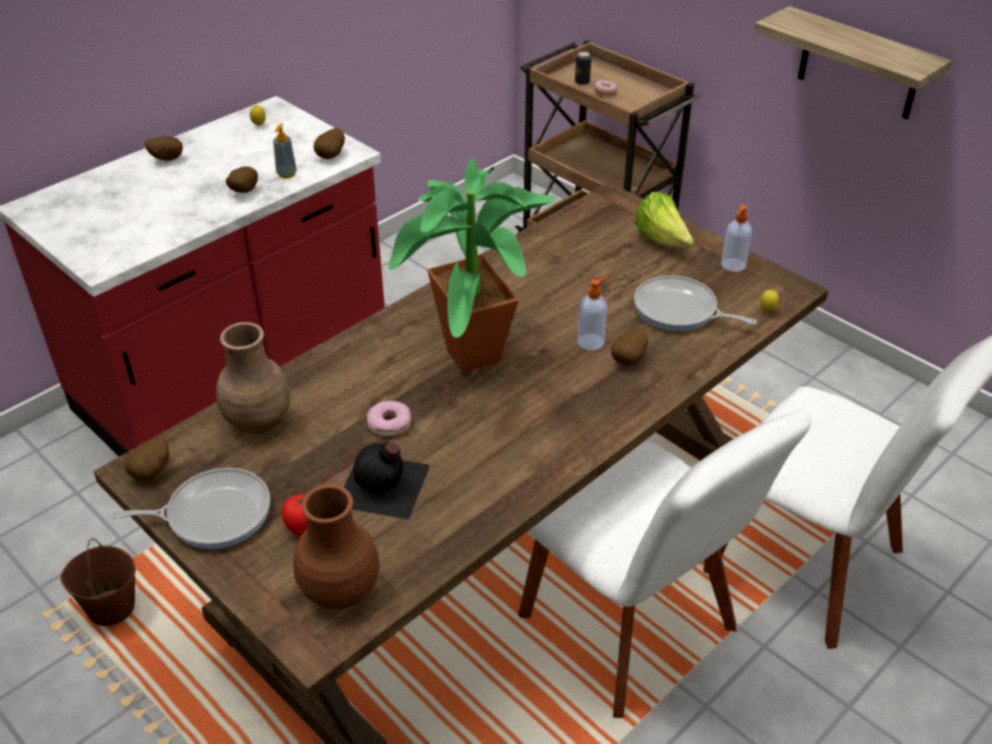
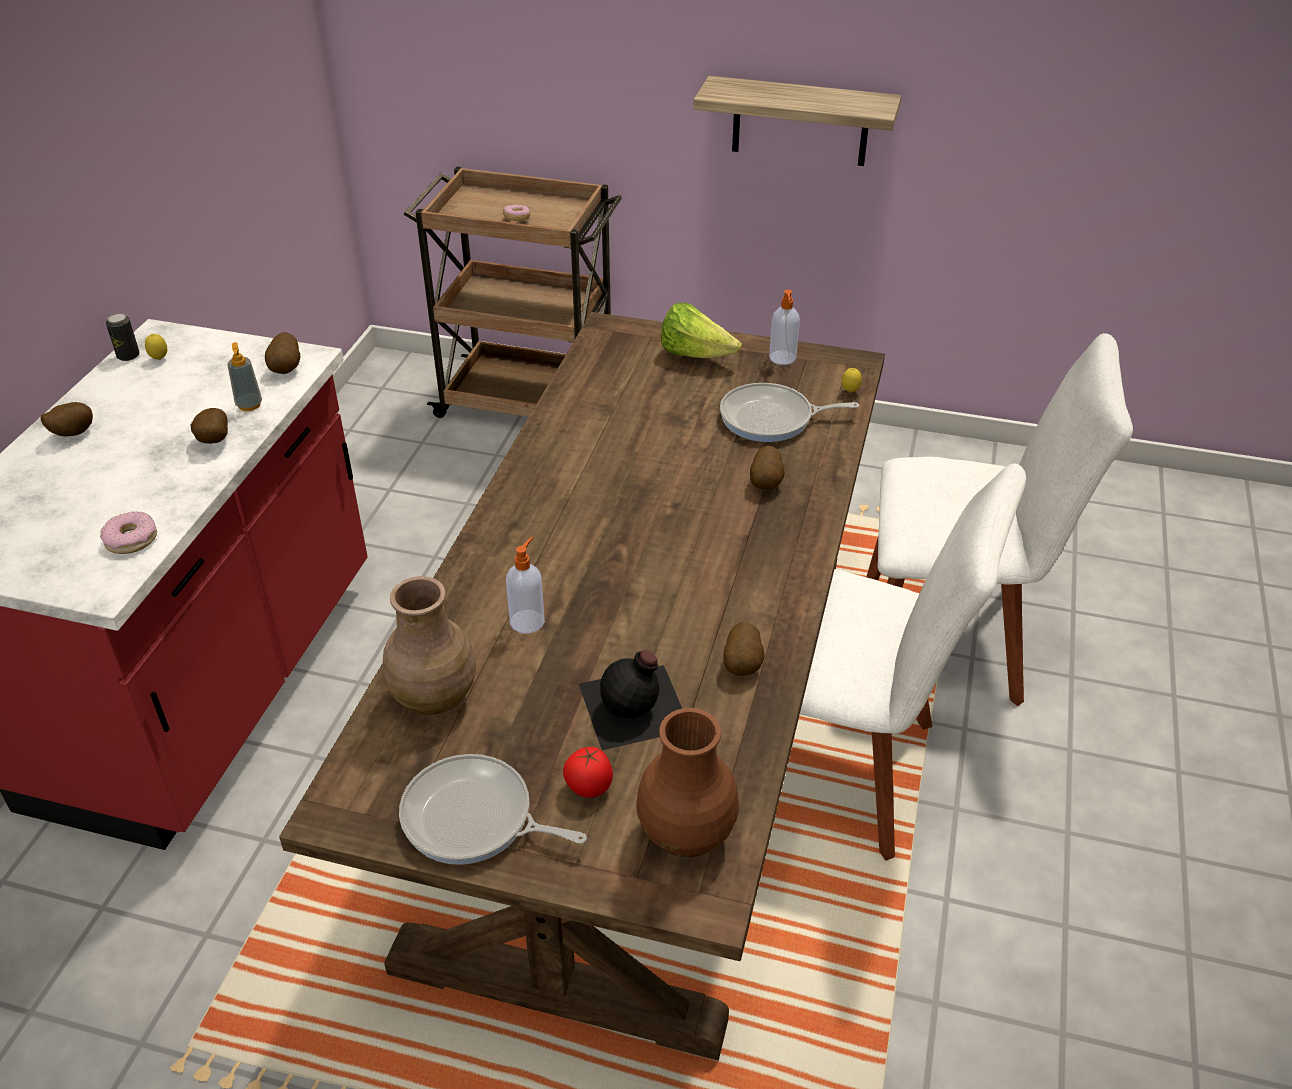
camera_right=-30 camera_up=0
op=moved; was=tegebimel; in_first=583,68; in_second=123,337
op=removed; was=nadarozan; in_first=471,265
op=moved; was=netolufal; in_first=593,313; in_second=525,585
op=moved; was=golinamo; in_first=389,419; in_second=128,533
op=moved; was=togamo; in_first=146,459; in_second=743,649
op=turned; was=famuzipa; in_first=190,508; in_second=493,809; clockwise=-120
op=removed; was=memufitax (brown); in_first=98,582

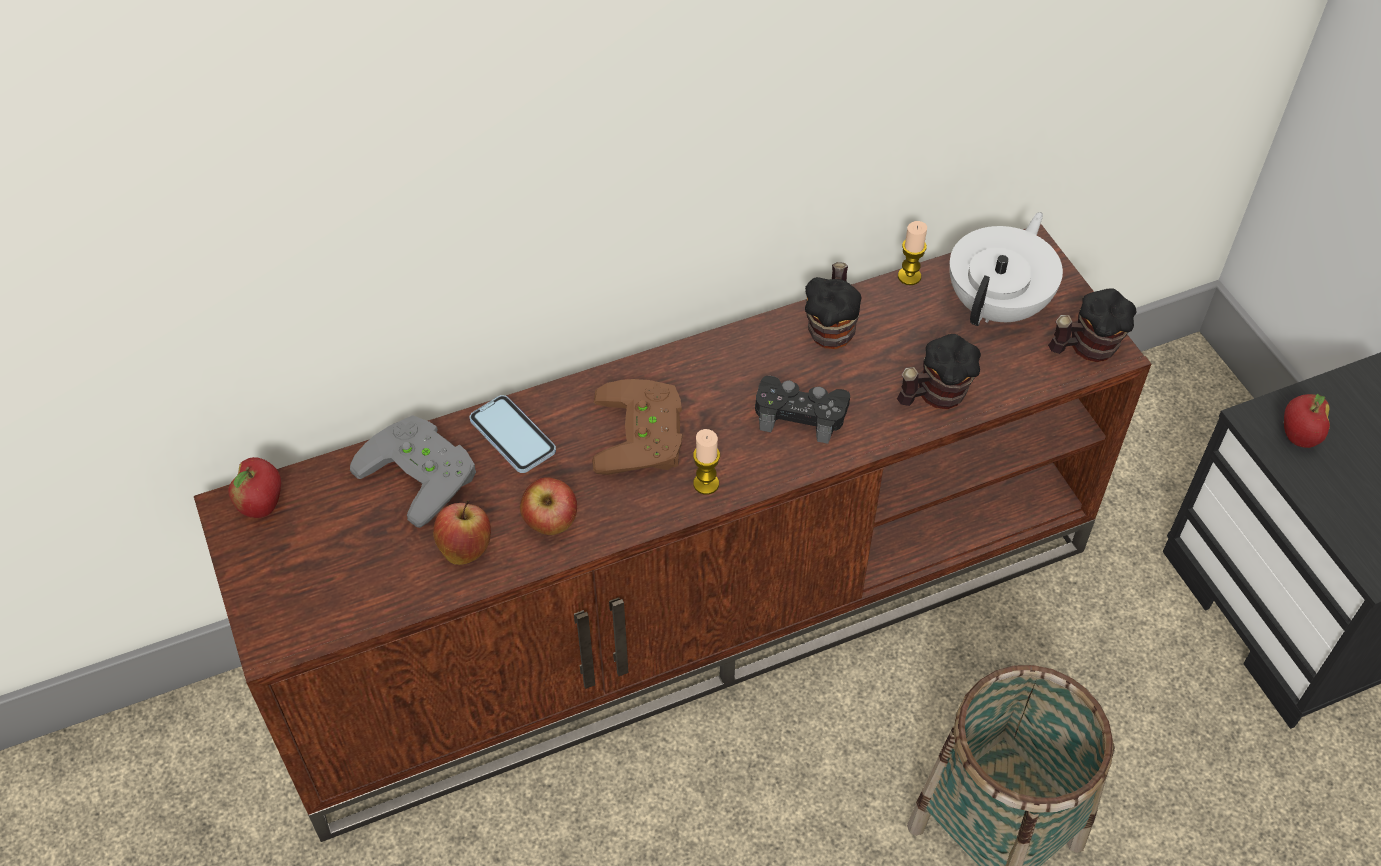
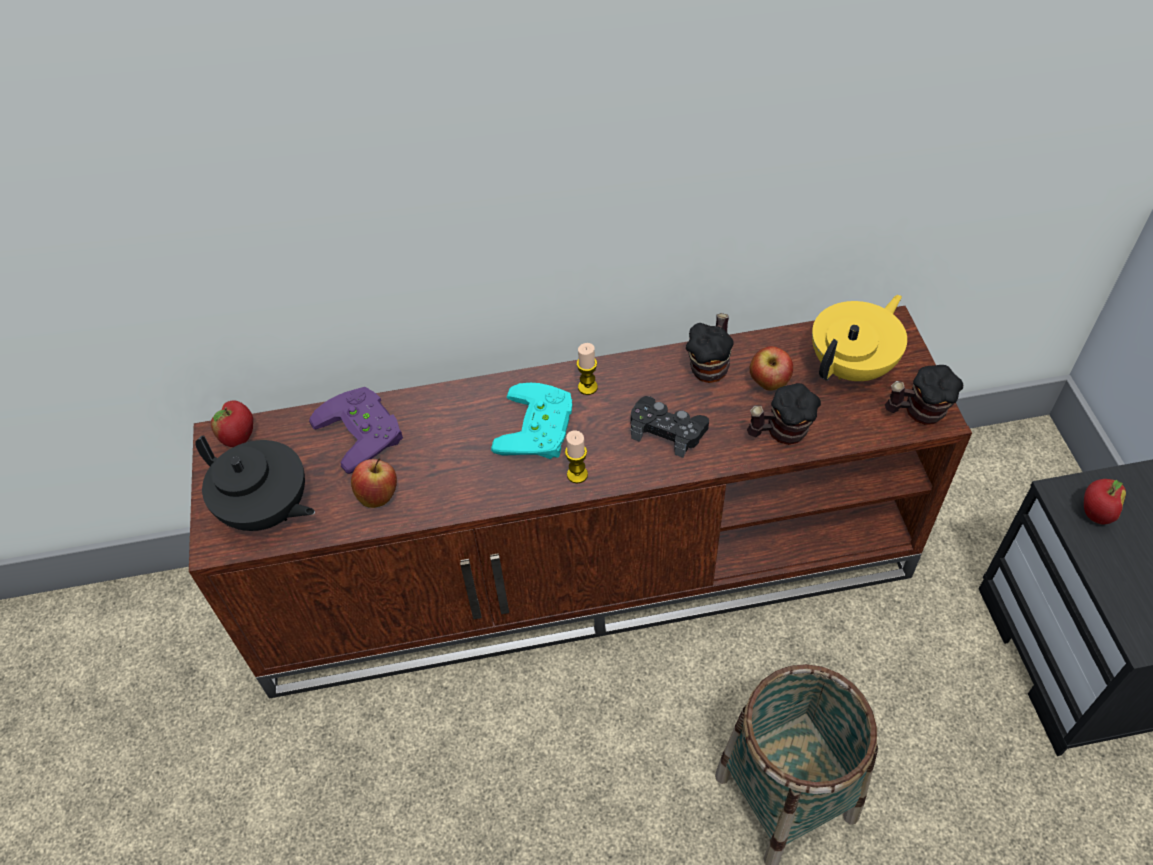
camera_right=15 camera_up=0
op=recoloured; was=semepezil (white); now=semepezil (yellow); in_first=1006,269; in_second=859,338
op=moved; was=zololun; in_first=912,253; in_second=587,369
op=recoloured; was=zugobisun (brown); now=zugobisun (turquoise); in_first=637,427; in_second=532,421
op=removed; was=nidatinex; in_first=512,434
op=recoloured; was=zugobisun (grey); now=zugobisun (purple); in_first=413,471; in_second=356,430
op=moved; was=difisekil; in_first=548,506; in_second=771,368
op=added; now=semepezil (black); in_second=255,483

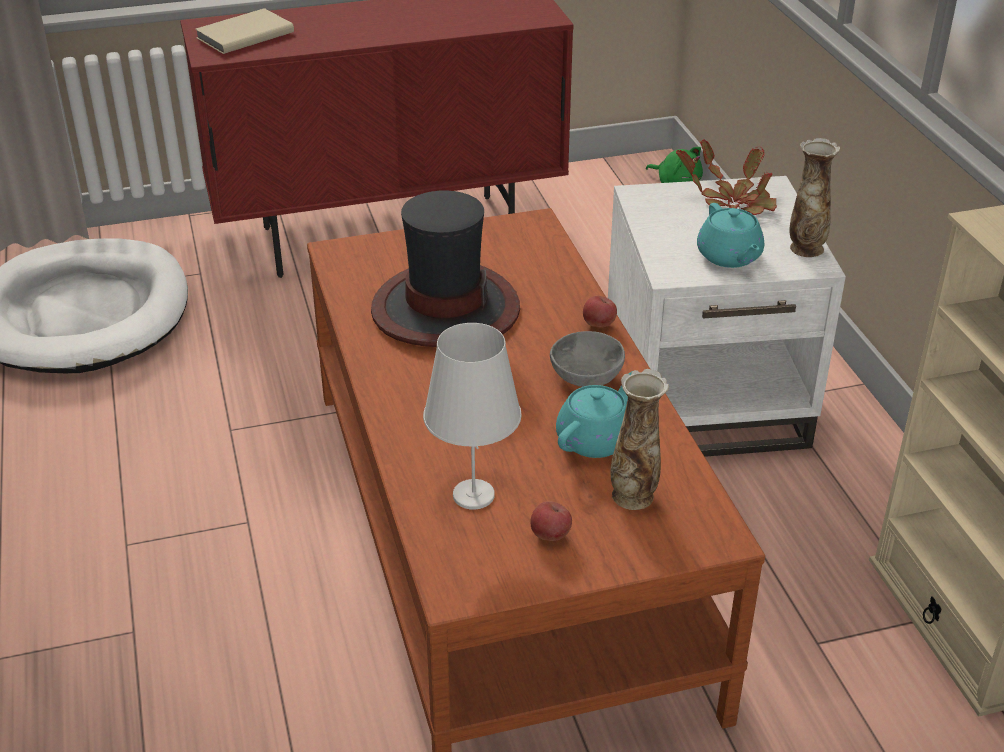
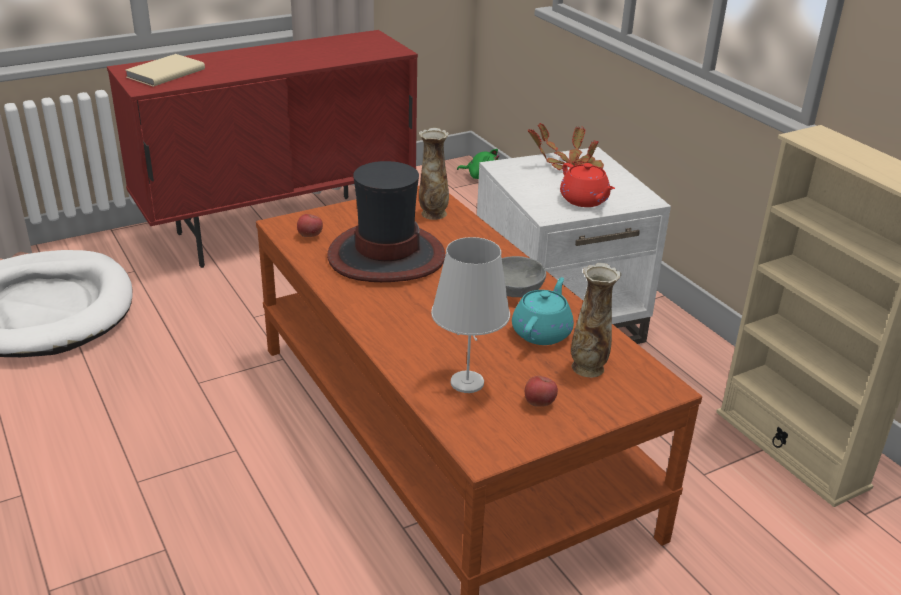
camera_right=-15 camera_up=-5
op=moved; was=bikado; in_first=815,197; in_second=434,174
op=recoloured; was=semepezil (turquoise); now=semepezil (red); in_first=730,235; in_second=587,185
op=moved; was=difisekil; in_first=600,311; in_second=310,225

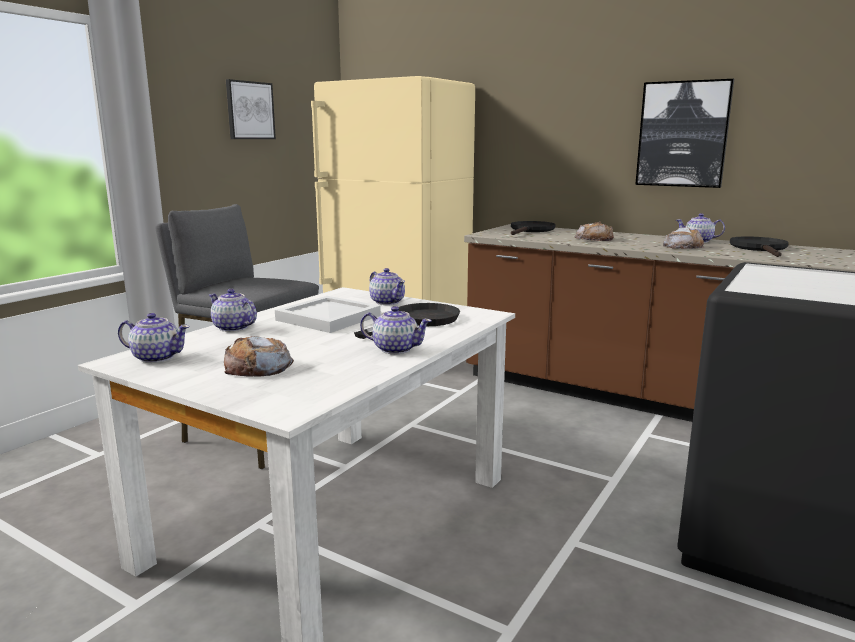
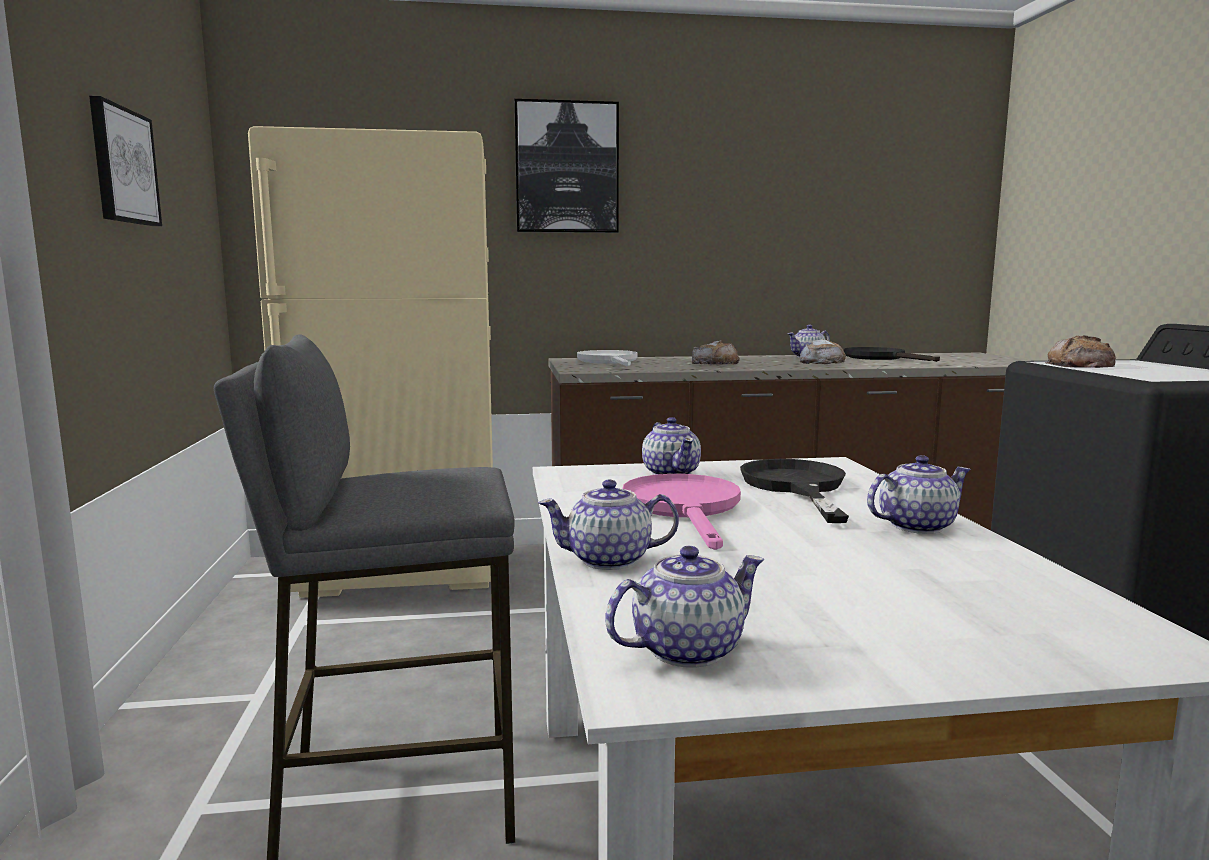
camera_right=-40 camera_up=-5
op=moved; was=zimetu; in_first=684,133; in_second=566,166
op=recoloured; was=famuzipa (black); now=famuzipa (white); in_first=533,228; in_second=607,358
op=turned; was=semepezil; in_first=387,286; in_second=671,446; clockwise=60
op=replaced; was=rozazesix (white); now=famuzipa (pink); in_first=328,314; in_second=682,512
op=moved; was=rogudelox; in_first=259,356; in_second=1080,351

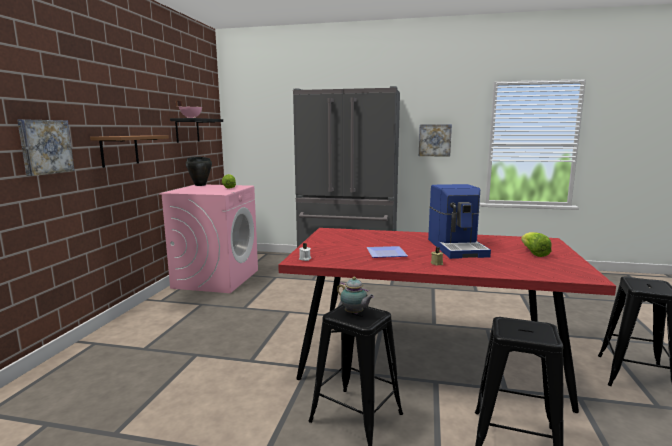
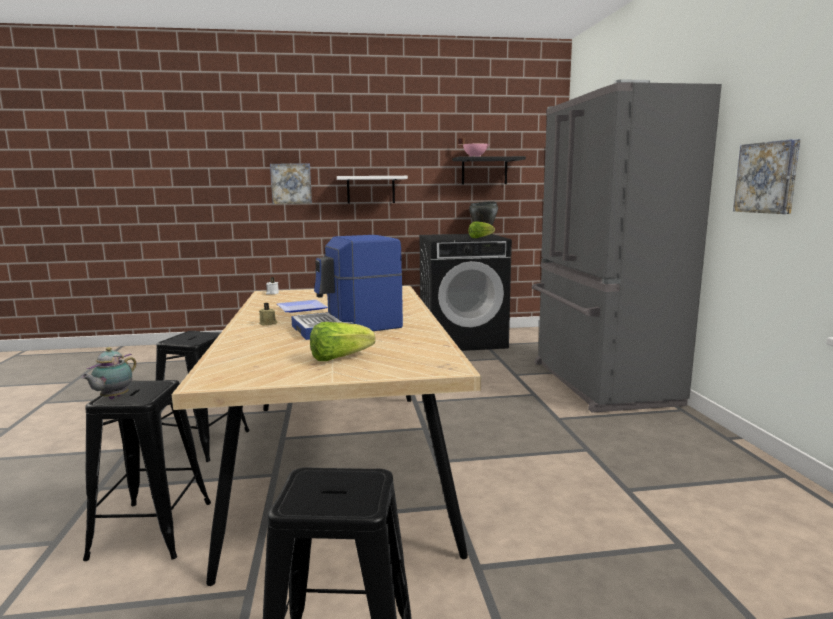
camera_right=70 camera_up=0
op=recoloured; was=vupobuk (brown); now=vupobuk (white); in_first=129,152; in_second=372,190
op=recoloured; was=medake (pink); now=medake (black); in_first=208,239; in_second=465,292
op=recoloured; was=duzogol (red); now=duzogol (beige); in_first=447,320; in_second=326,436
op=moved; was=semepezil; in_first=355,295; in_second=108,373

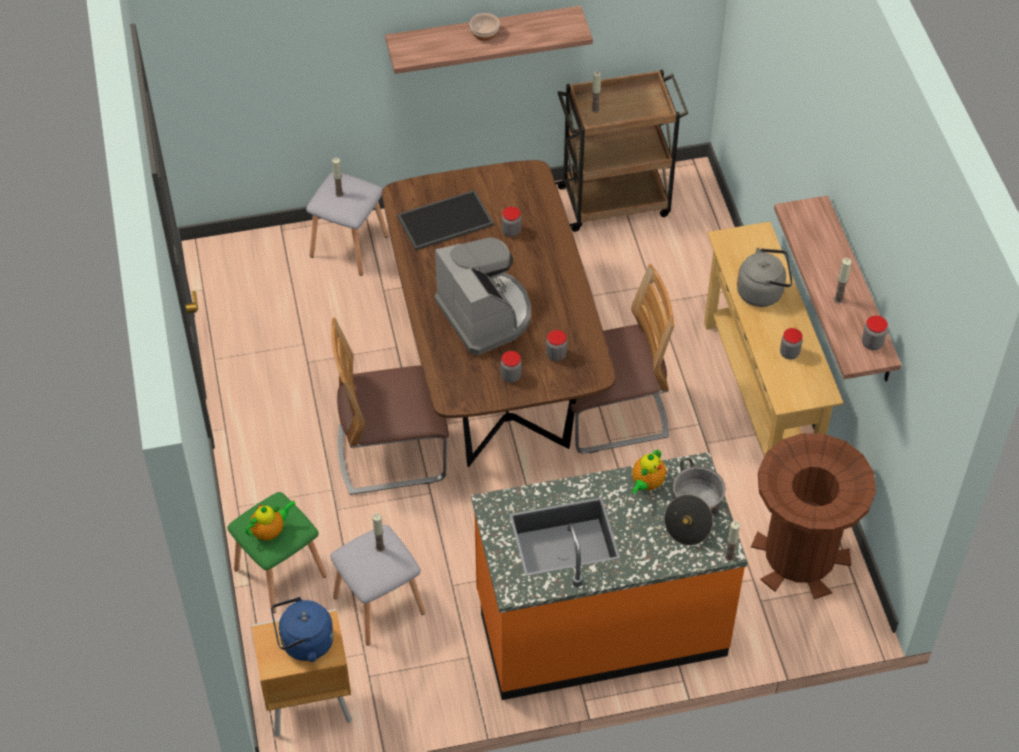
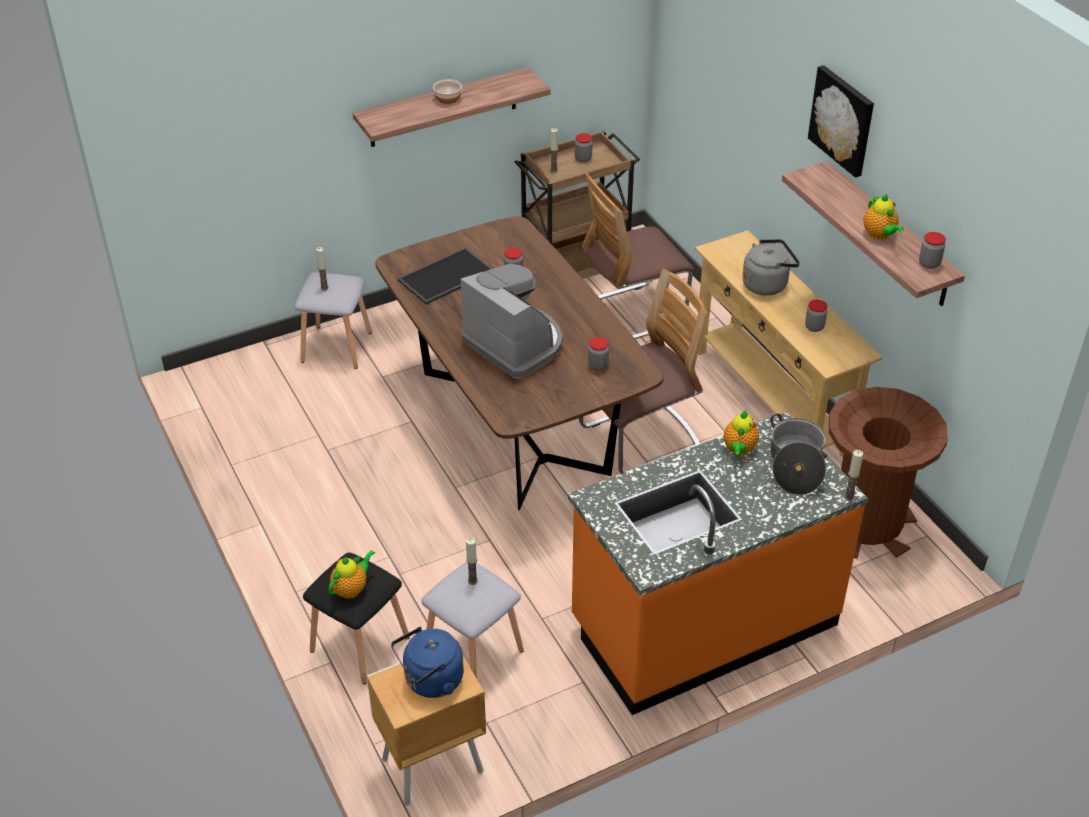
camera_right=-15 camera_up=-10
op=replaced; was=zololun; now=semepezil; in_first=843,280; in_second=883,217
op=moved; was=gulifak; in_first=390,406; in_second=638,256
op=moved; was=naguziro; in_first=511,367; in_second=584,147
op=recoloured; was=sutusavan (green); now=sutusavan (black); in_first=277,552; in_second=356,618
op=added; now=zimetu; in_second=841,121

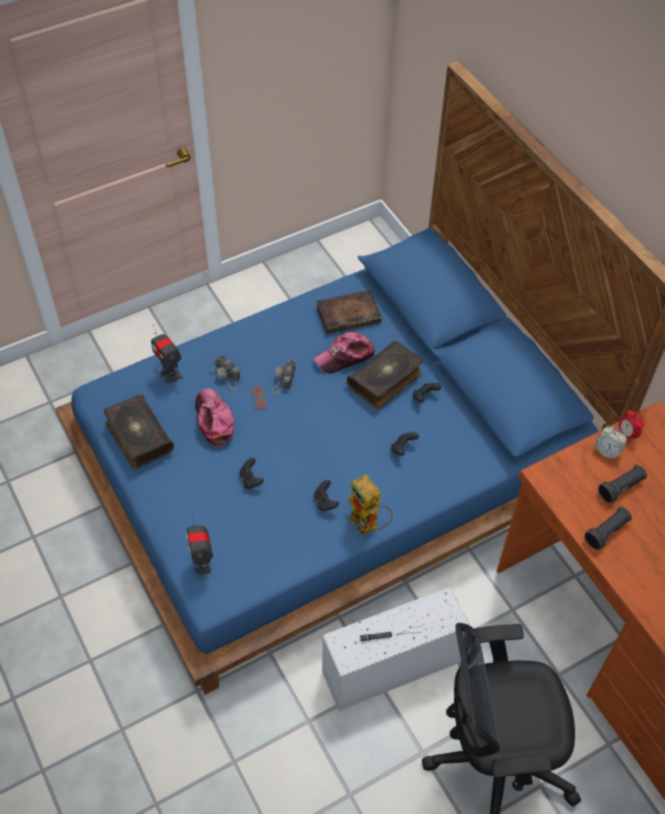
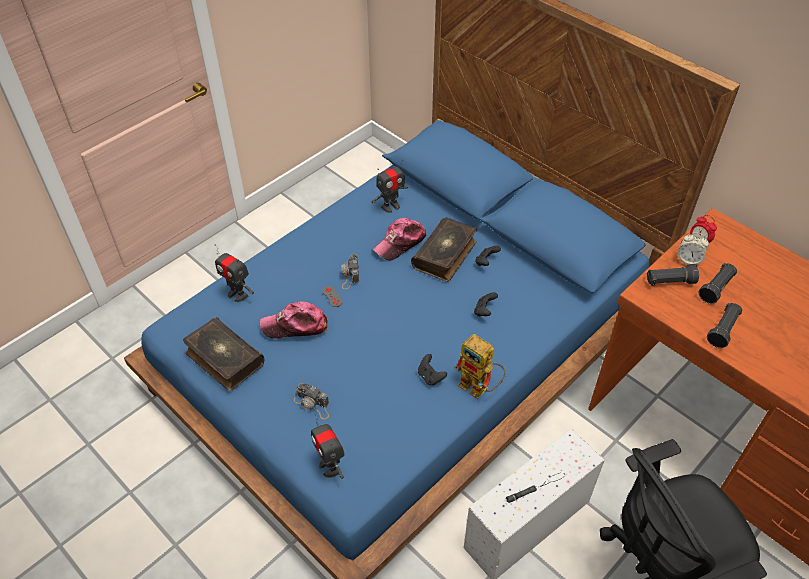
camera_right=-15 camera_up=-5
op=replaced; was=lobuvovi; now=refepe; in_first=349,312; in_second=390,186
op=moved; was=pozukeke; in_first=225,373; in_second=311,401
op=turned; was=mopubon; in_first=215,417; in_second=294,320; clockwise=-60
op=removed; was=zugobisun (black); in_first=251,473
op=added; now=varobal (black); in_second=673,275

